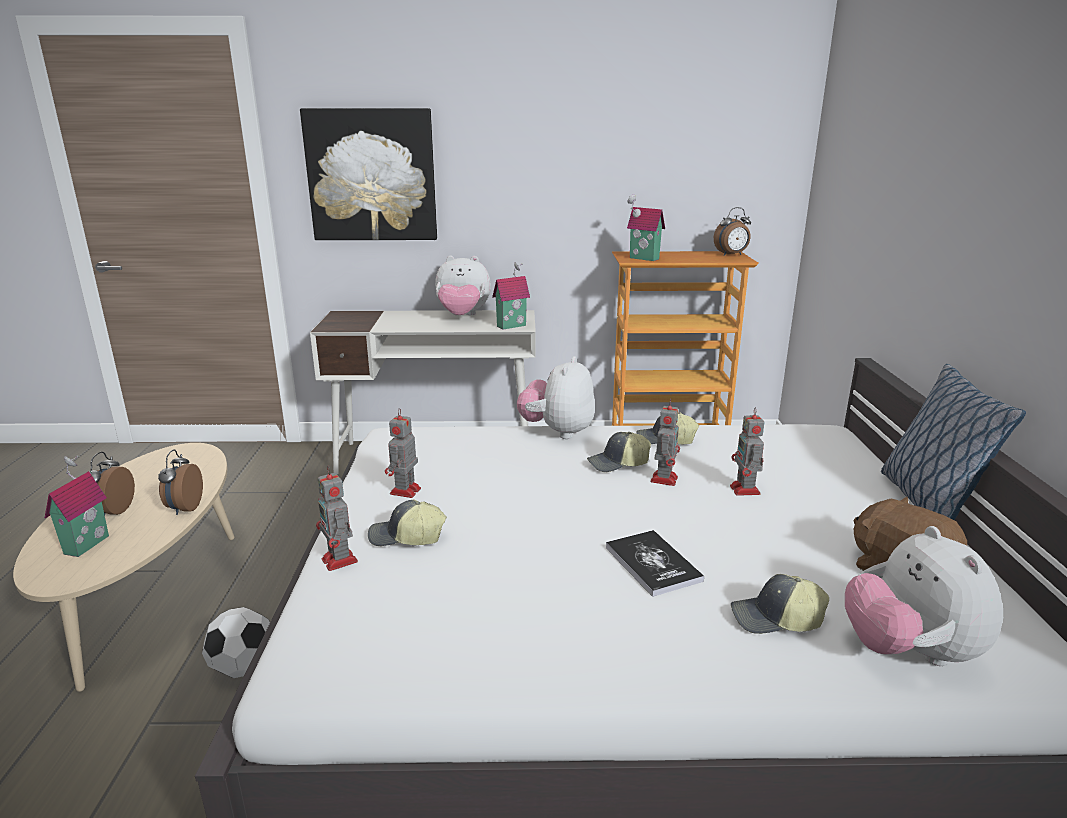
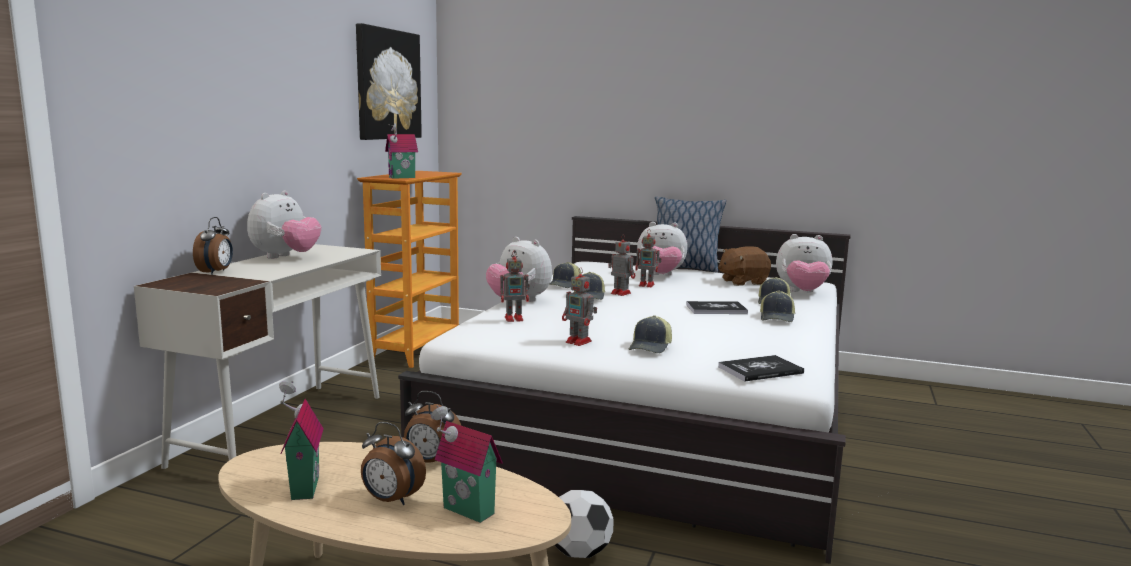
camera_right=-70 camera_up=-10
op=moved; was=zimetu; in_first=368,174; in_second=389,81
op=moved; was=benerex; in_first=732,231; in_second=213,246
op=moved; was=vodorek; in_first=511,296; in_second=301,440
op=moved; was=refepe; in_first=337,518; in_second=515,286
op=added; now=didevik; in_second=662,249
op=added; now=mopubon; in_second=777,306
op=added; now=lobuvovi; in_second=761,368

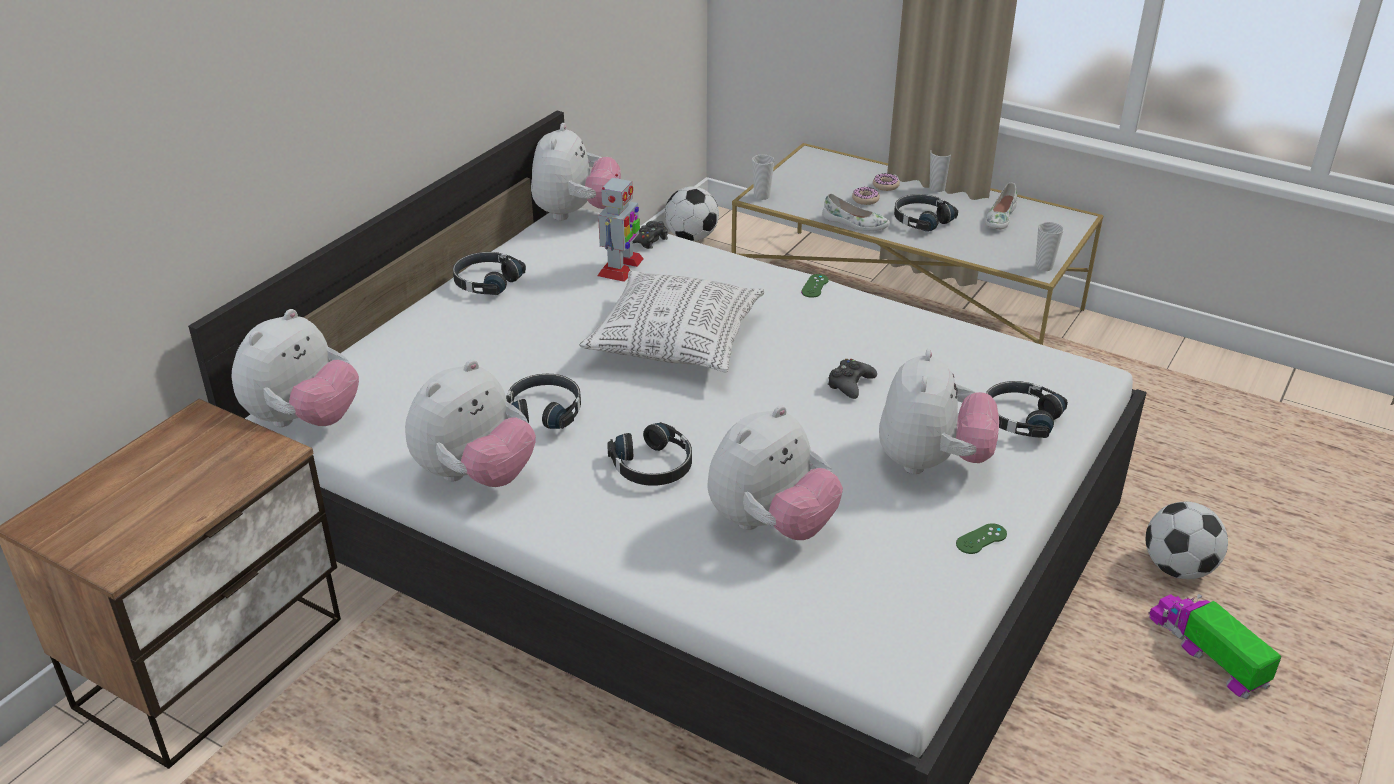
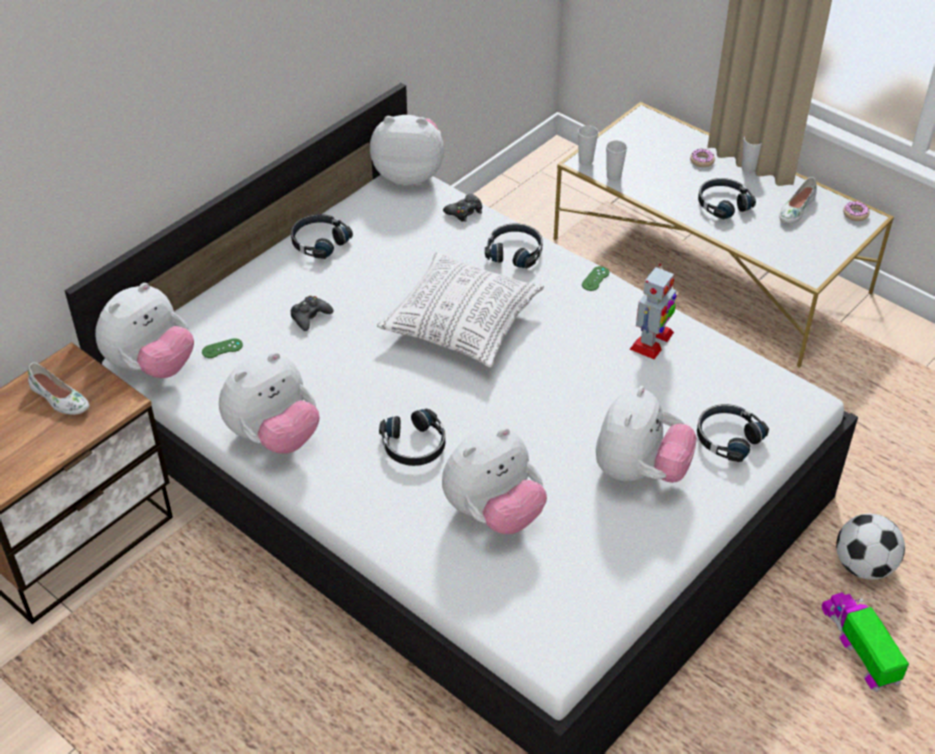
camera_right=10 camera_up=10
op=turned; was=didevik; in_first=576,172; in_second=407,150; clockwise=-105
op=moved; was=refepe; in_first=620,228; in_second=653,311
op=removed; was=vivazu; in_first=692,213
op=moved; was=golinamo; in_first=866,196; in_second=856,211
op=moved; was=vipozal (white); in_first=856,212; in_second=58,389
op=moved; was=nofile; in_first=1049,246; in_second=616,160
op=moved; was=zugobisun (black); in_first=852,379; in_second=312,313
op=moved; was=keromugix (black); in_first=543,401; in_second=514,246
op=moved; was=zugobisun (green); in_first=981,538; in_second=222,348

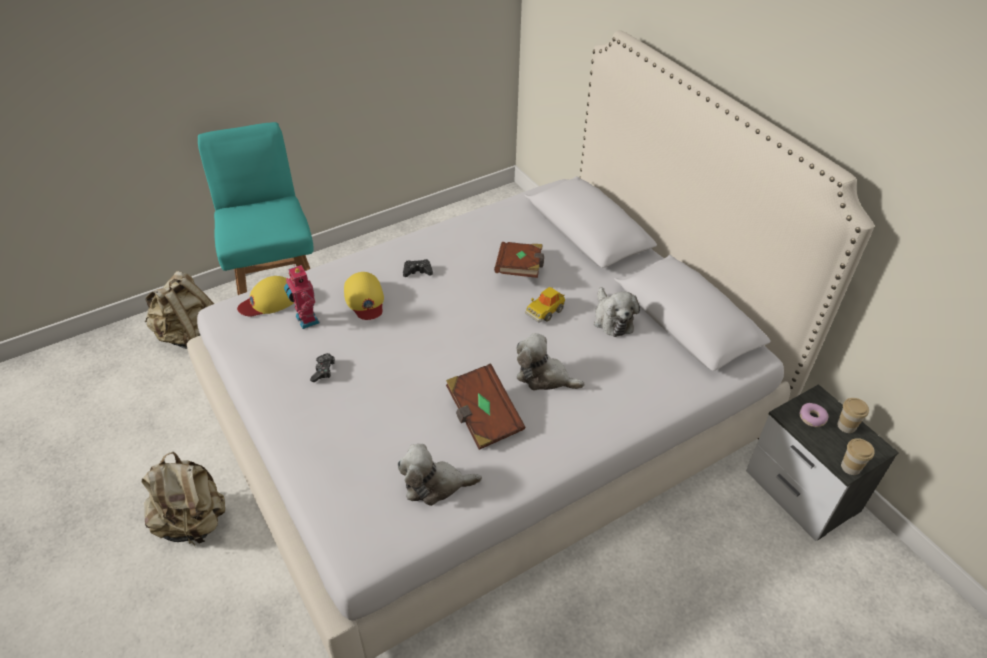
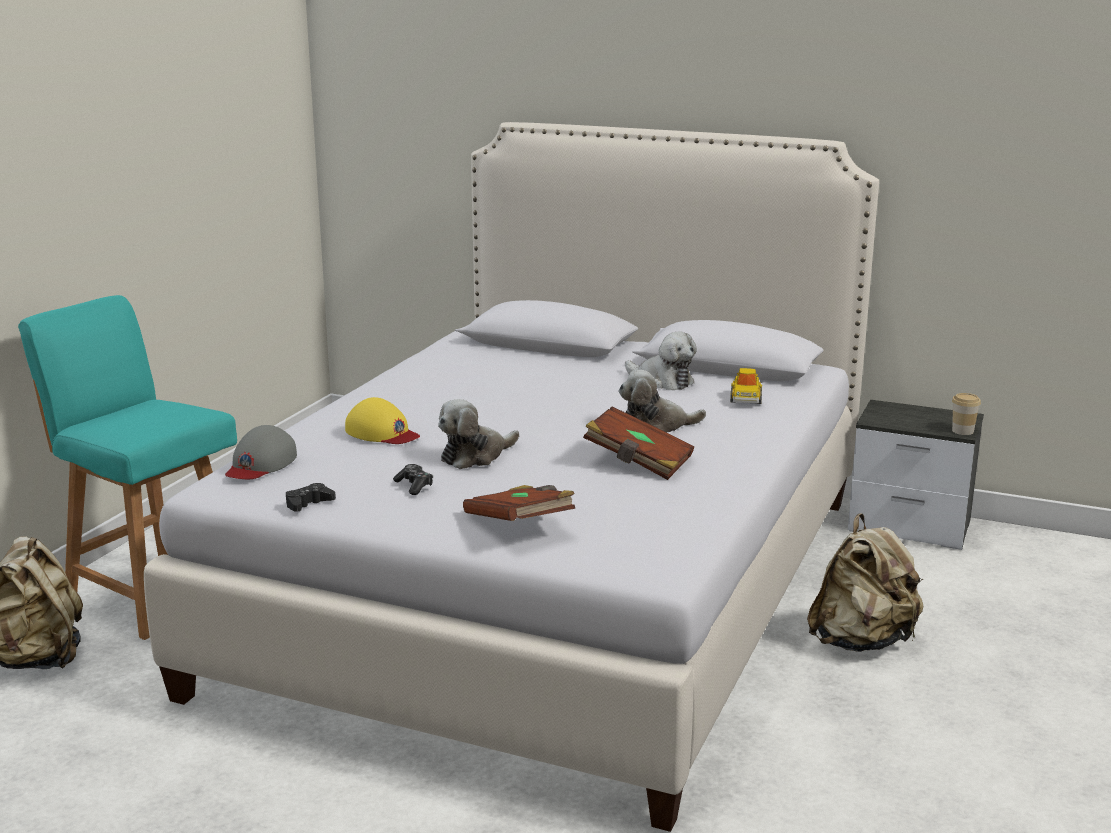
camera_right=-35 camera_up=-25
op=moved; was=lobuvovi (brown); in_first=519,260; in_second=519,503
op=moved; was=zugobisun (black); in_first=418,268; in_second=311,497
op=removed; was=refepe; in_first=302,296
op=recoloured; was=mopubon (yellow); now=mopubon (grey); in_first=265,296; in_second=261,452
op=moved; was=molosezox; in_first=545,304; in_second=746,386
op=removed; was=nofile; in_first=853,415
op=removed; was=golinamo; in_first=814,415
op=moved; was=didevik; in_first=439,475; in_second=478,434
op=moved; was=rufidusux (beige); in_first=183,499; in_second=865,582

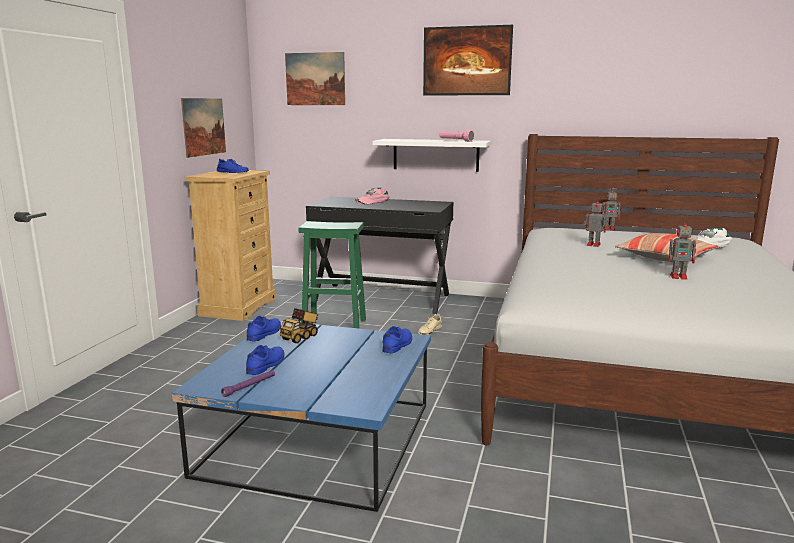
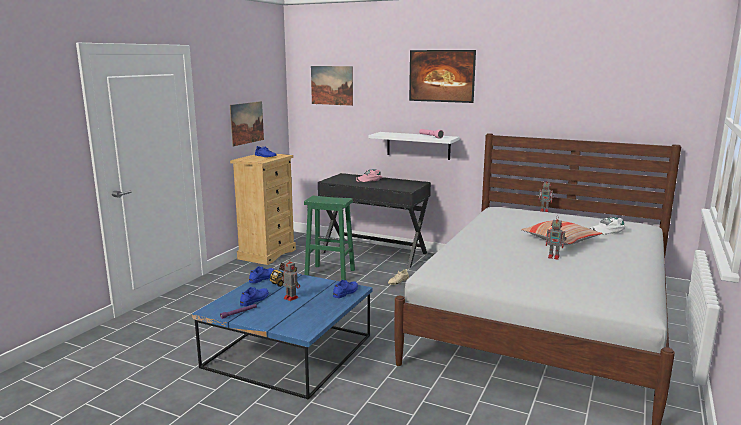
camera_right=10 camera_up=0
op=moved; was=refepe; in_first=595,223; in_second=290,281

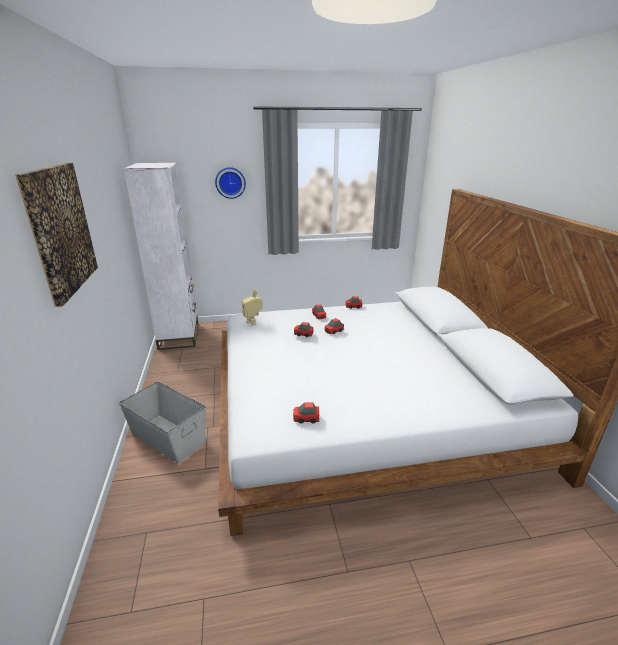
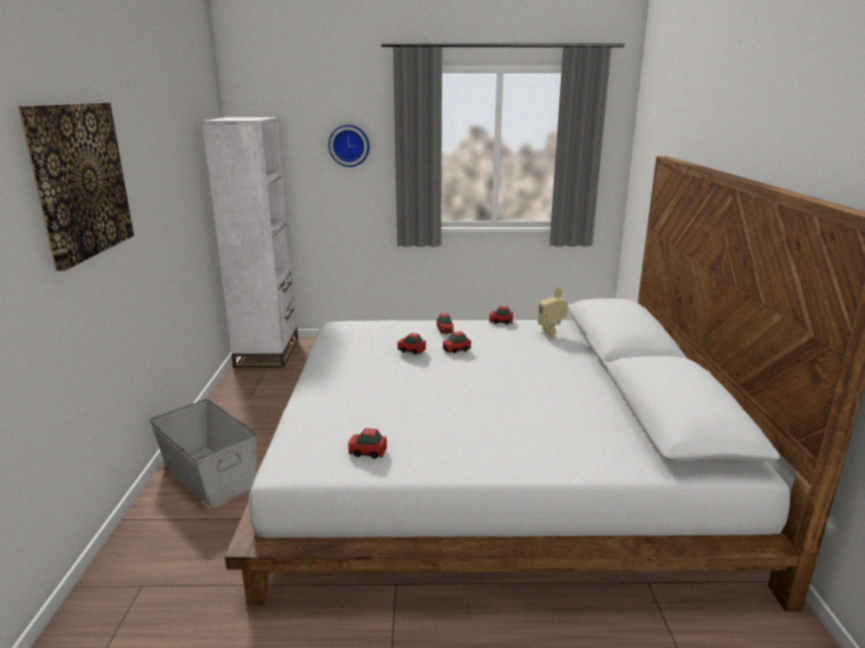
camera_right=10 camera_up=-5
op=moved; was=refepe; in_first=252,307; in_second=553,312

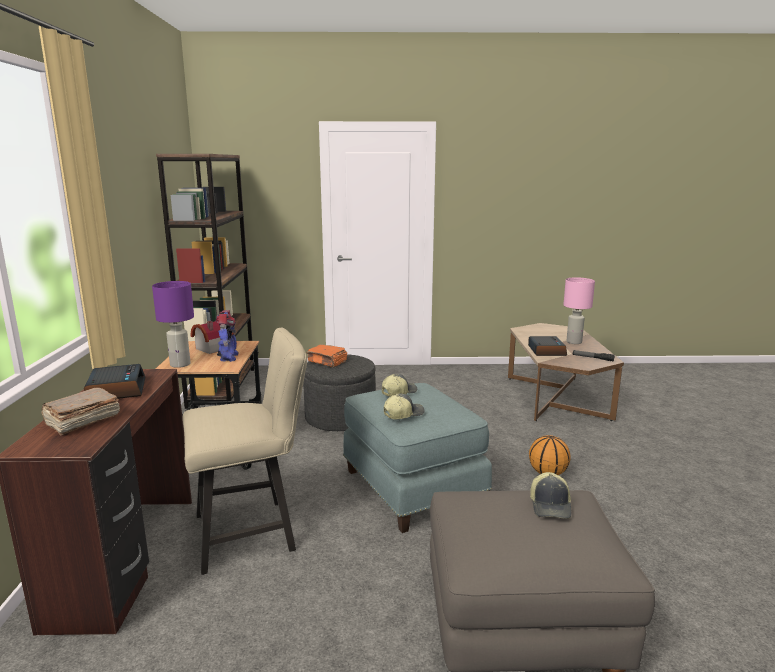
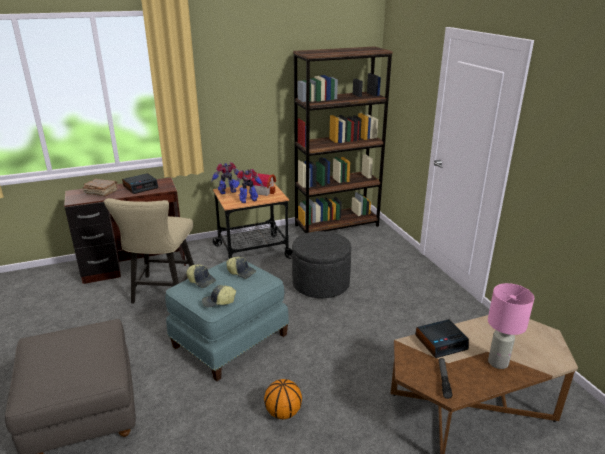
camera_right=70 camera_up=10
op=replaced; was=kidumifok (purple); now=refepe; in_first=173,324; in_second=225,178
op=turned; was=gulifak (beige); in_first=244,451; in_second=149,251; clockwise=45
op=removed; was=lobuvovi (orange); in_first=326,355
op=moved; was=mopubon; in_first=550,495; in_second=219,296

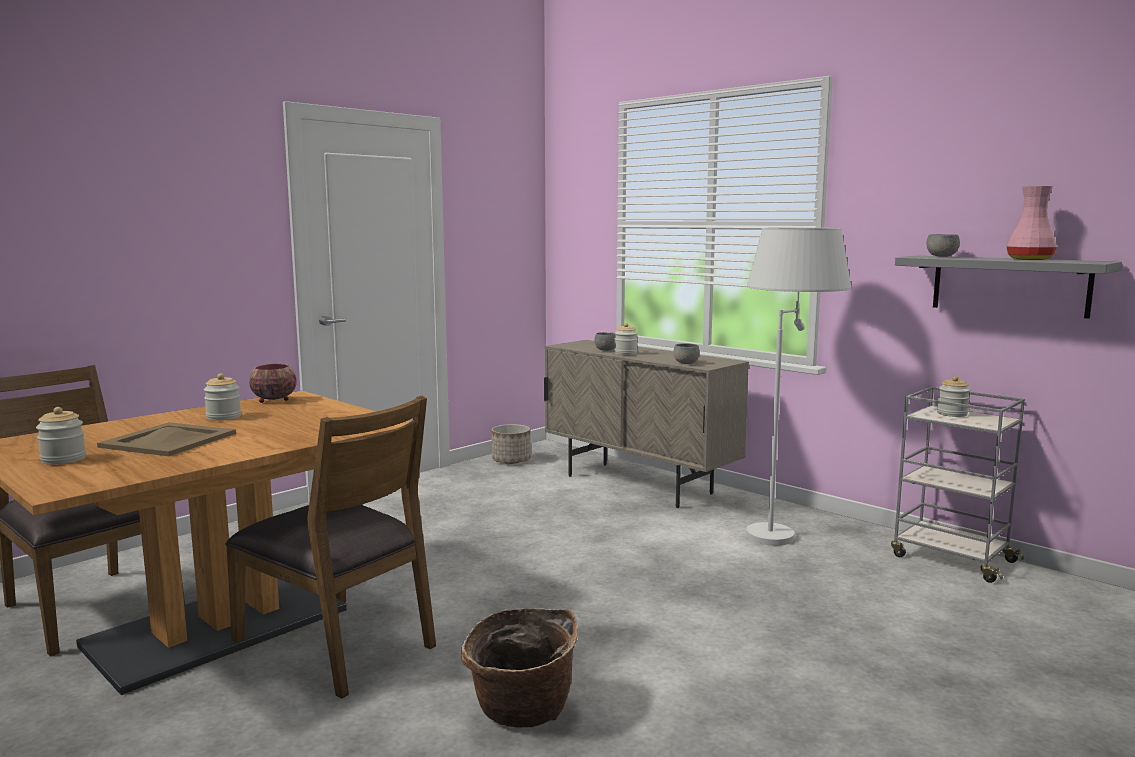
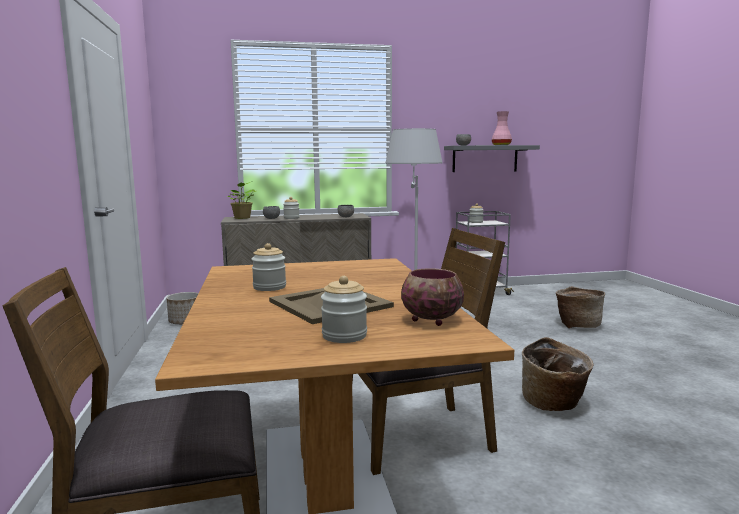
camera_right=-55 camera_up=0
op=moved; was=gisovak; in_first=273,383; in_second=432,297
op=added; now=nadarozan; in_second=242,200
op=added; now=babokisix; in_second=580,307

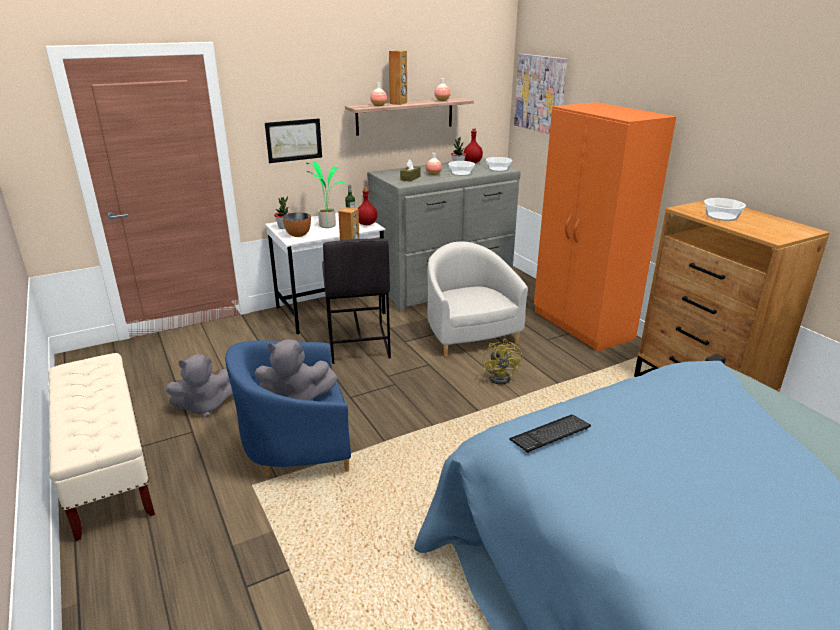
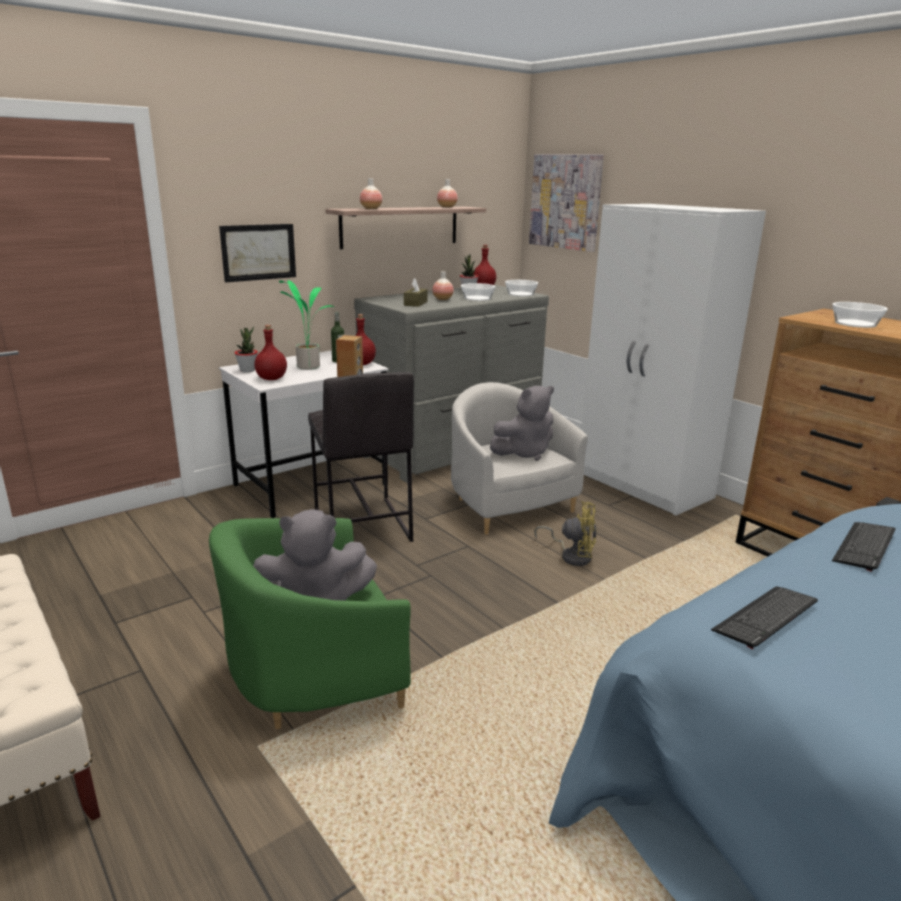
camera_right=-10 camera_up=-5
op=removed; was=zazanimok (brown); in_first=398,77
op=recoloured; was=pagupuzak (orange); now=pagupuzak (white); in_first=605,226; in_second=673,360
op=replaced; was=gisovak; now=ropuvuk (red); in_first=296,224; in_second=270,352
op=turned; was=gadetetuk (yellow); in_first=502,362; in_second=565,533; clockwise=-60
op=recoloured; was=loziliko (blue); now=loziliko (green); in_first=288,408; in_second=310,623
op=moved; was=didevik (grey); in_first=199,386; in_second=522,423
op=added; now=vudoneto; in_second=864,547

